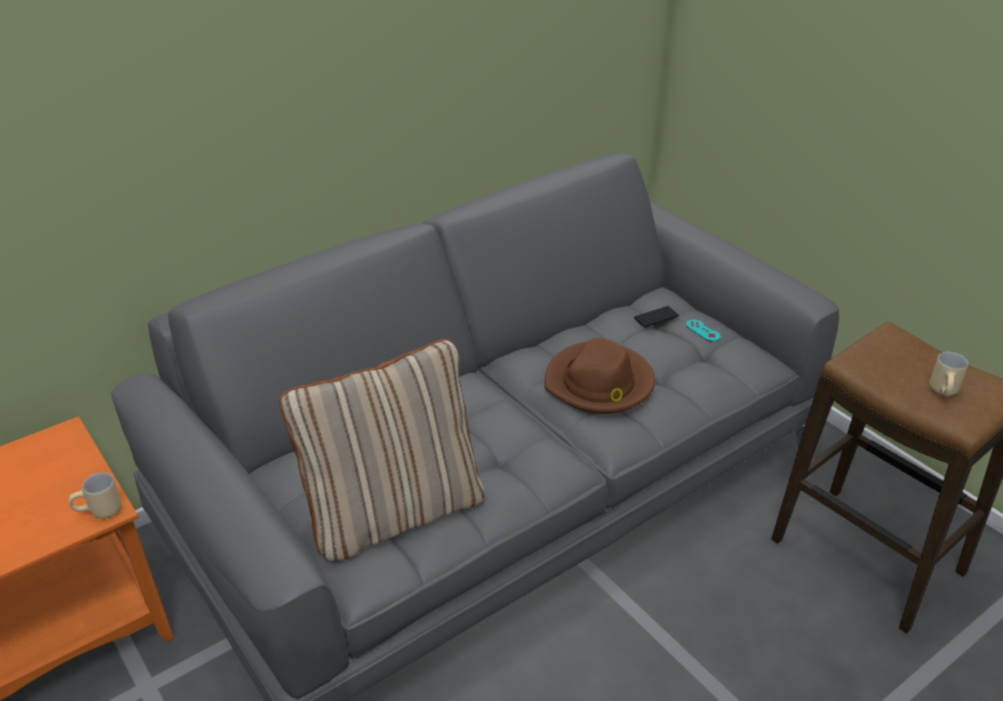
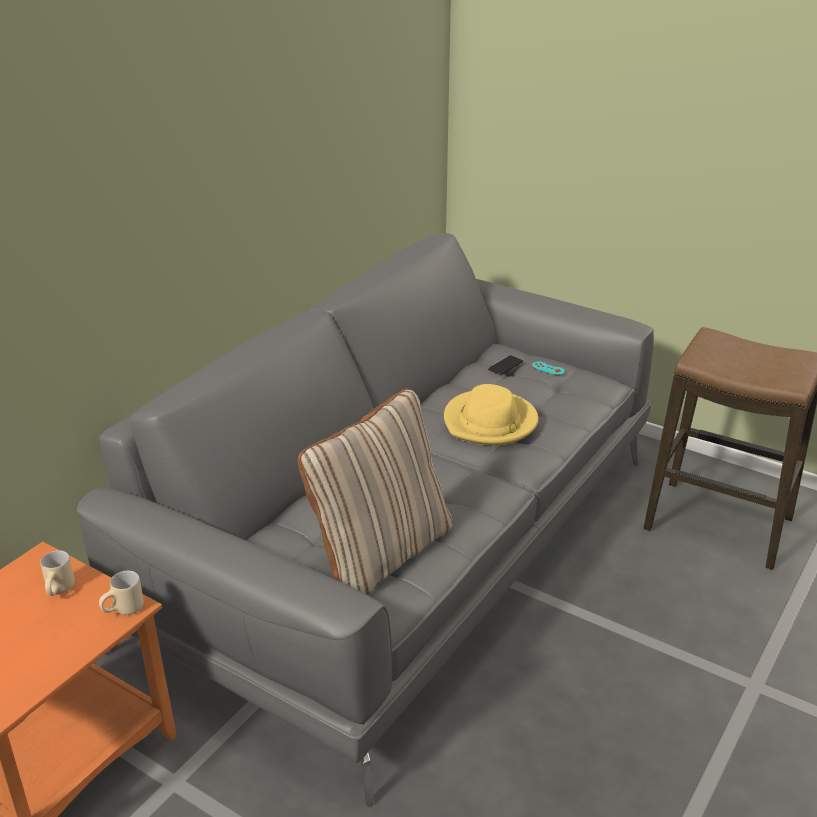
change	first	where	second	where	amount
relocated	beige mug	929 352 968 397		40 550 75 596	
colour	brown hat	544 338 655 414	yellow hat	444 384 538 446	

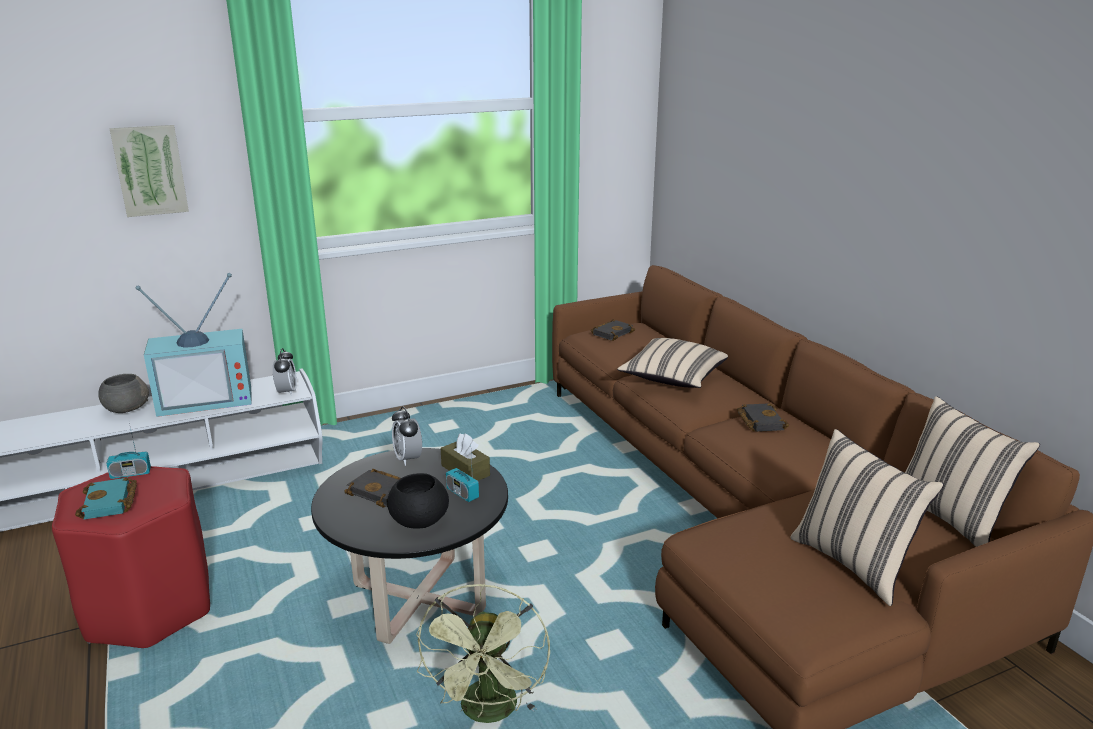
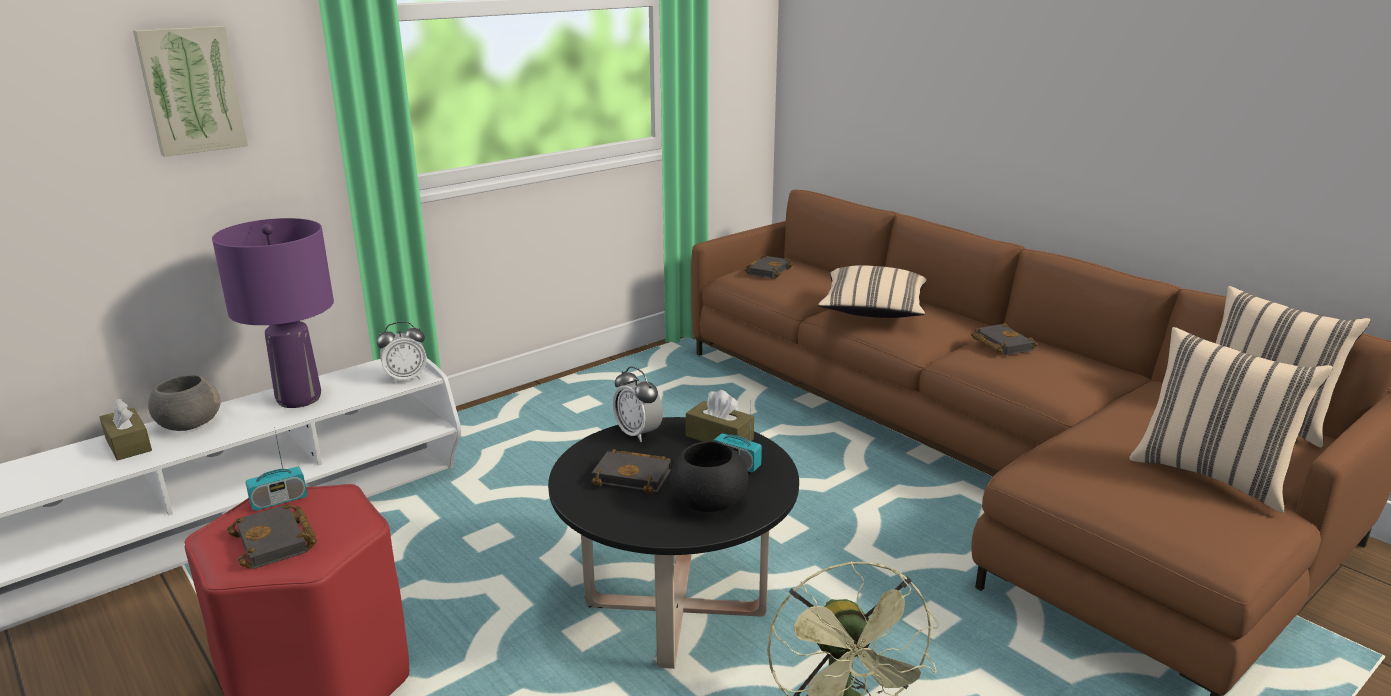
change	first	where	second	where	amount
appeared			brown tissue box	100 399 152 461	
exchanged	television	135 273 252 417	purple table lamp	212 218 334 408	
colour	turquoise book	75 478 137 520	black book	227 504 317 569	
spun	alarm clock	273 348 297 396		377 322 426 384	90 degrees clockwise

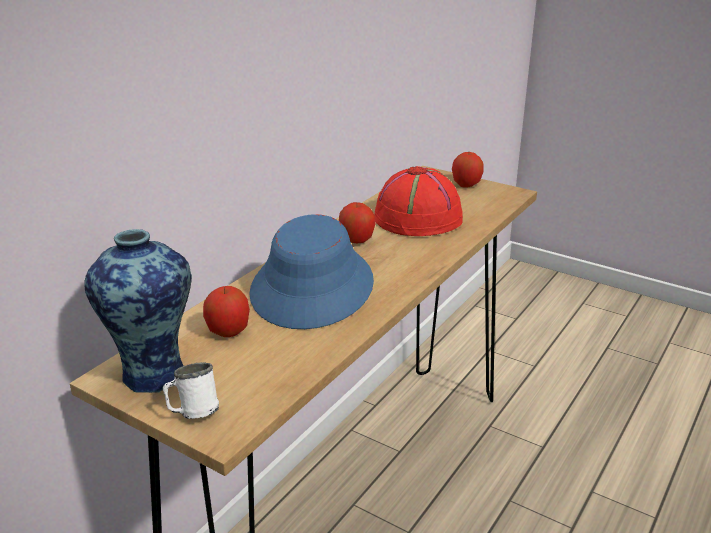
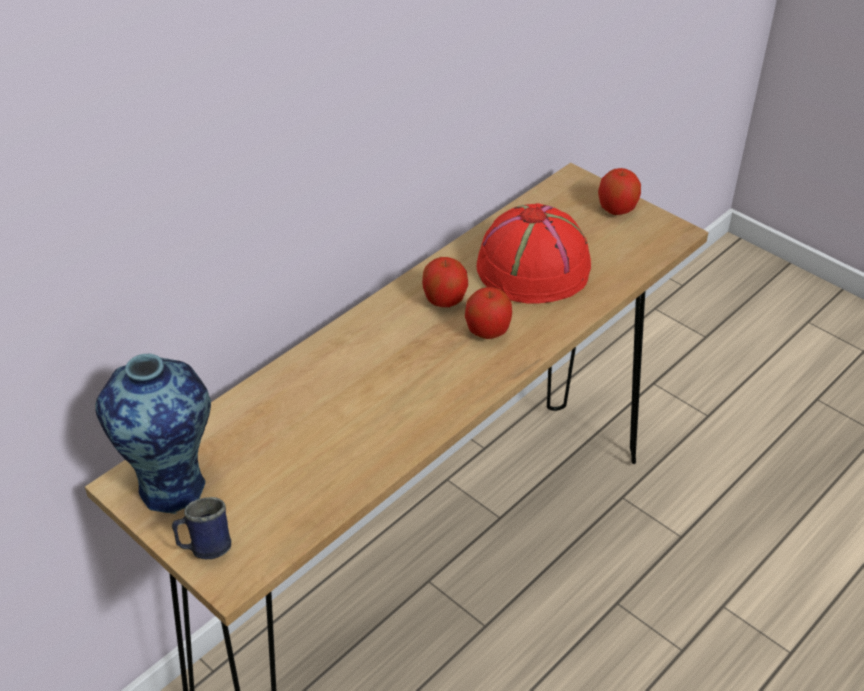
change	first	where	second	where	amount
missing	blue hat	249 214 374 329			
relocated	apple	203 286 250 337		465 287 512 339	
colour	white mug	163 362 219 419	blue mug	172 497 231 559	

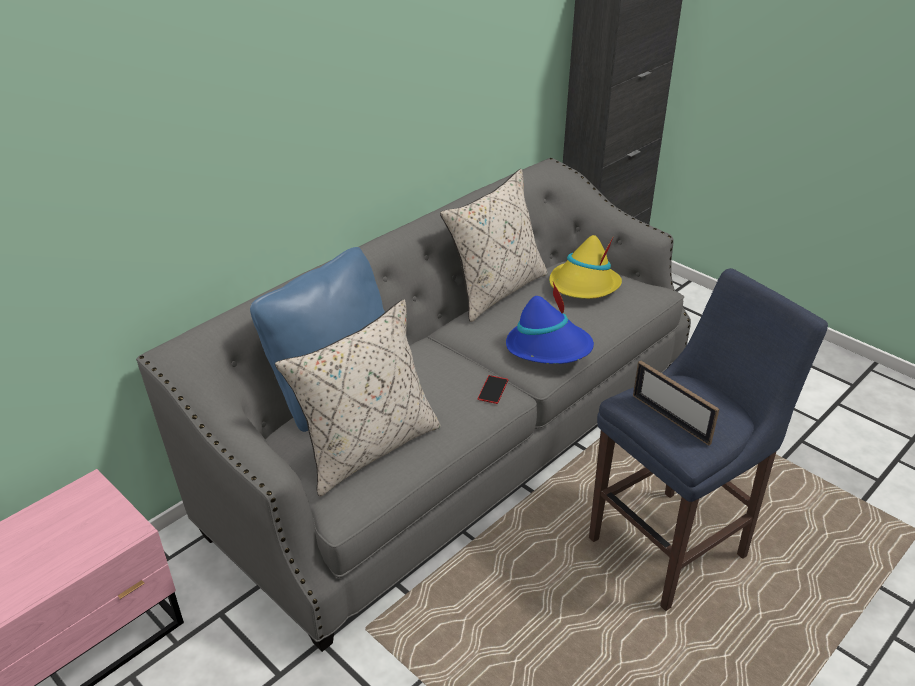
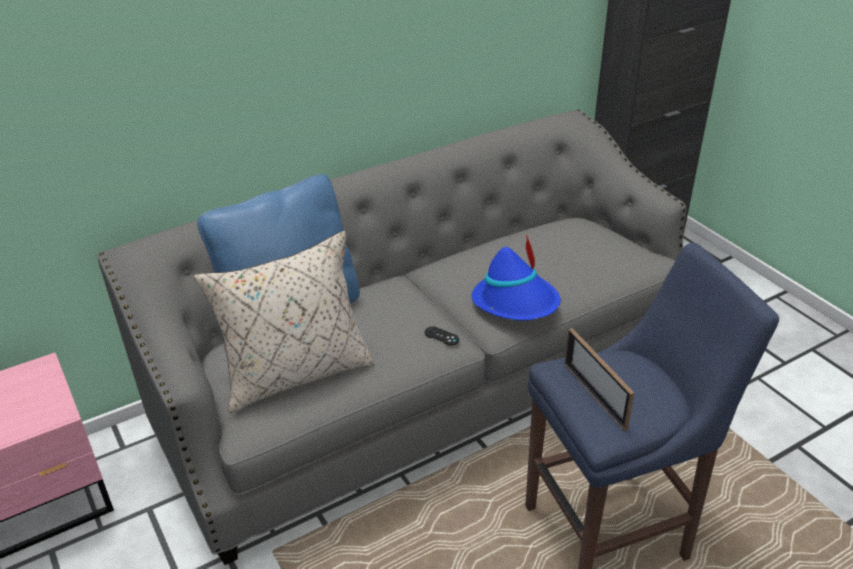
change	first	where	second	where	amount
missing	beige pillow	440 169 548 322			
missing	yellow hat	549 235 622 299			
exchanged	phone	478 375 508 404	black game controller	425 326 459 345	

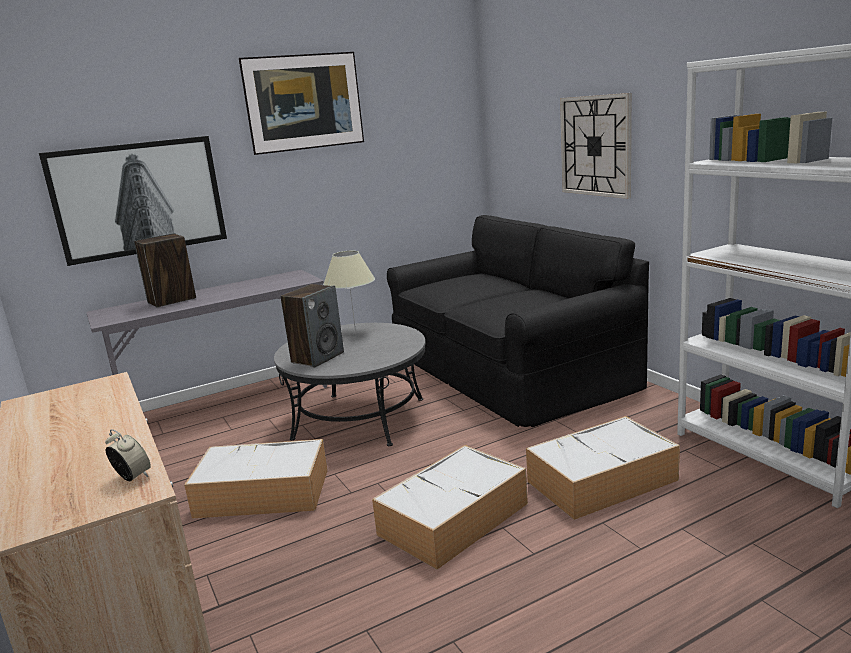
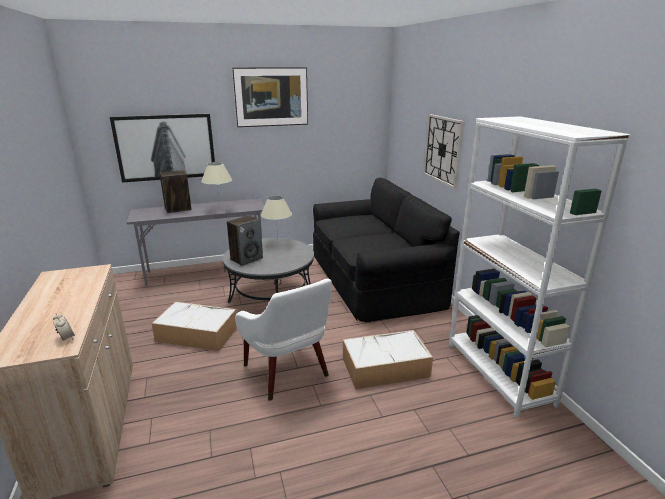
change	first	where	second	where	amount
appeared			beige table lamp	201 162 232 206	
exchanged	storage box	372 445 528 570	white armchair	235 279 332 401	

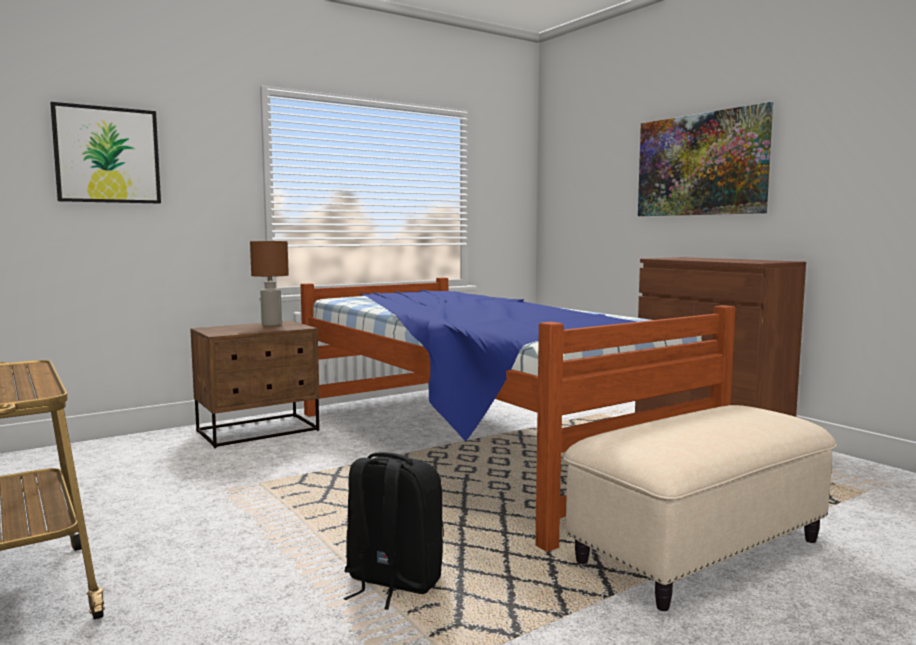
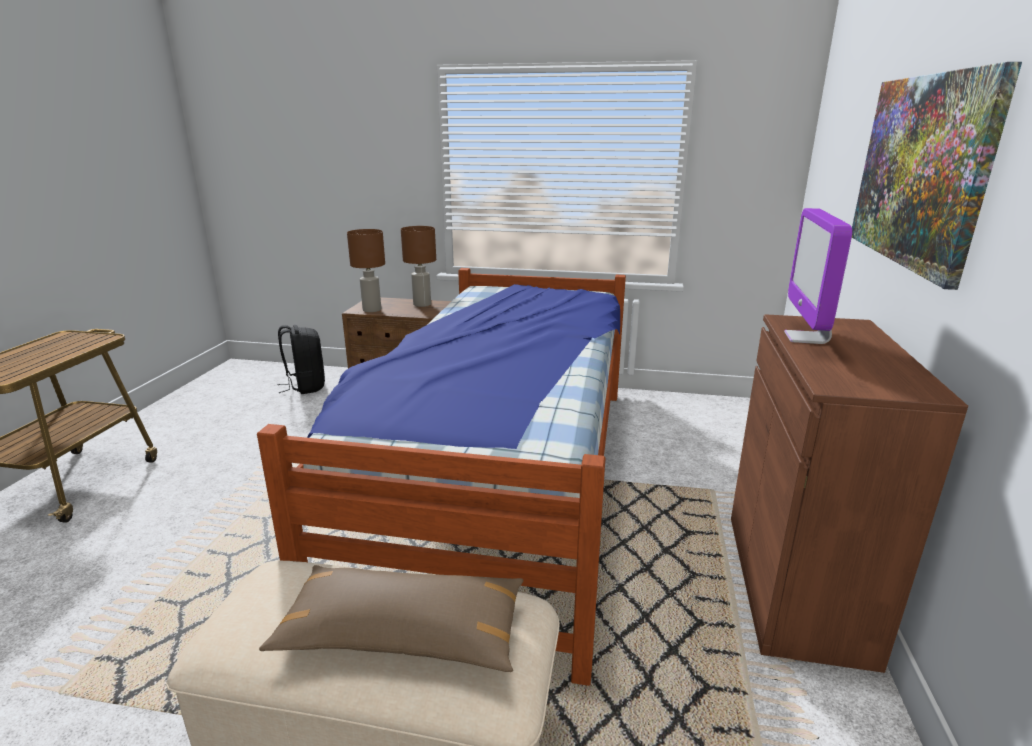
change	first	where	second	where	amount
missing	picture	50 102 161 204			
appeared			brown pillow	259 565 524 672	
appeared			brown table lamp	347 229 385 312	
appeared			monitor	784 208 852 344	
relocated	black backpack	343 452 444 610		278 325 325 394	

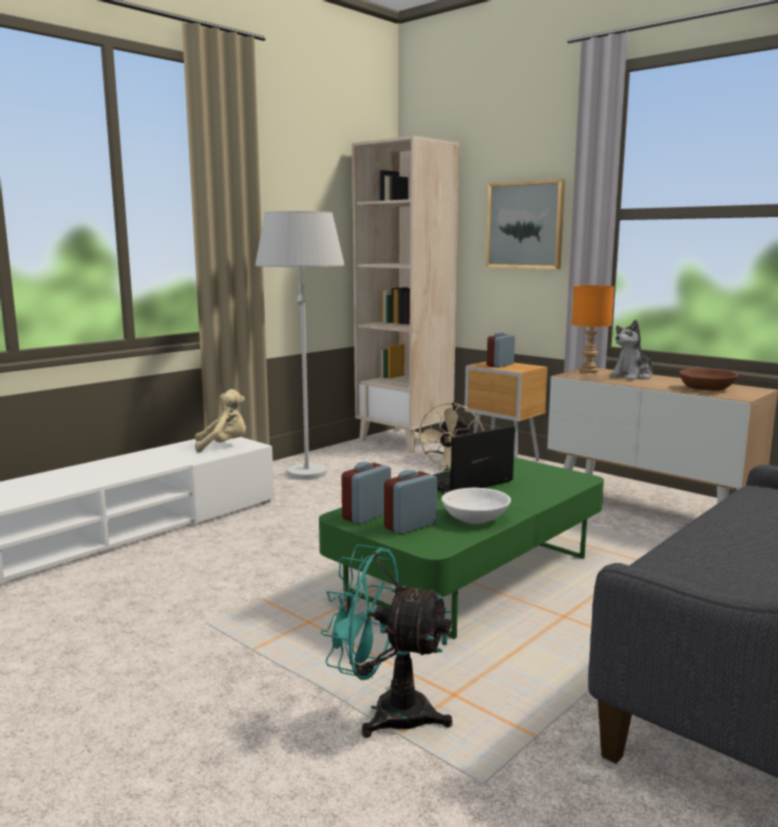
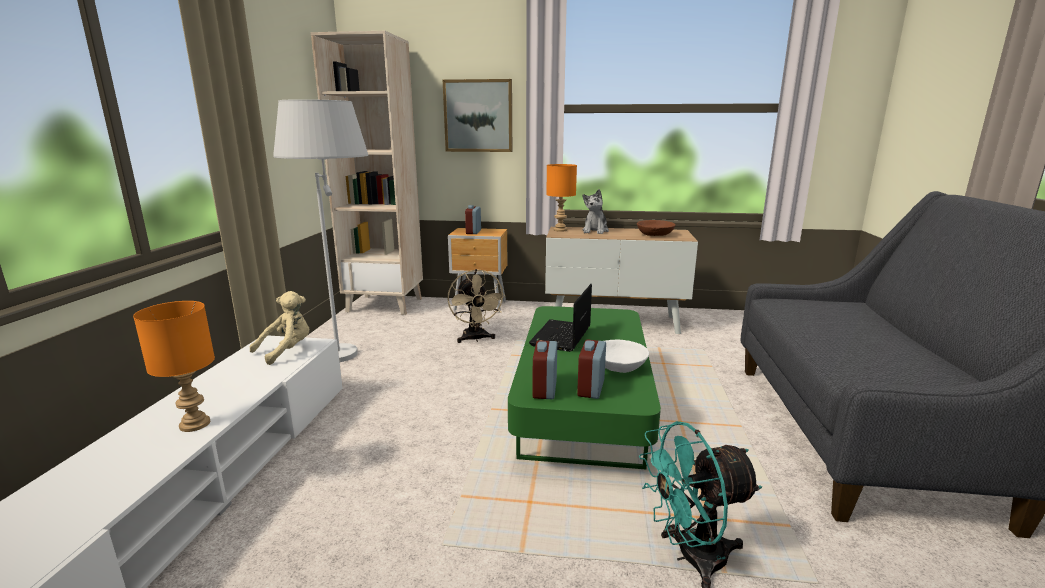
change	first	where	second	where	amount
appeared			orange table lamp	133 301 215 432	

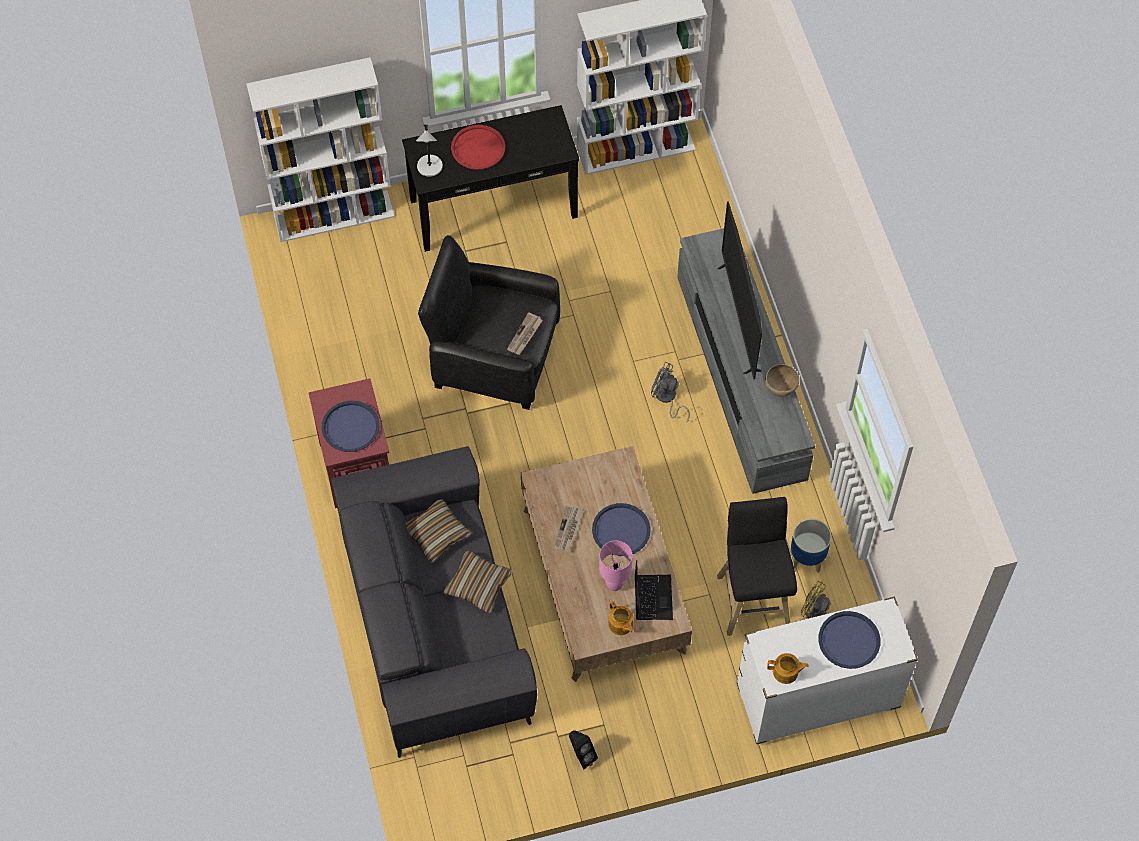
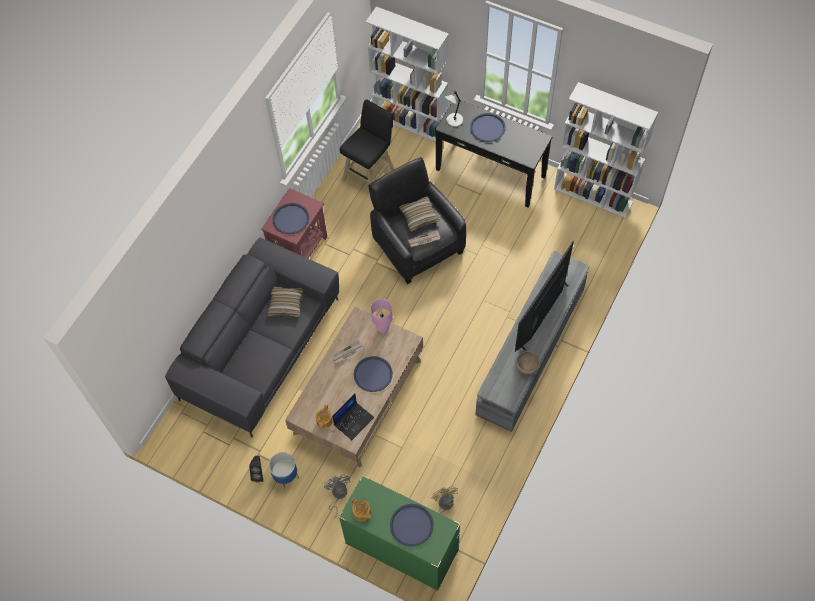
change	first	where	second	where	amount
relocated	pillow	443 551 512 613		399 196 440 231	
relocated	pink table lamp	599 541 633 591		371 299 393 333	
relocated	grey fan	651 362 690 423		324 474 350 518	
relocated	black stool	717 497 797 636		340 99 394 184	
relocated	planter	791 519 831 573		269 452 299 489	
colour	red tray	451 125 505 170	blue tray	470 113 506 142	
colour	white dresser	736 597 918 745	green dresser	338 475 461 591	

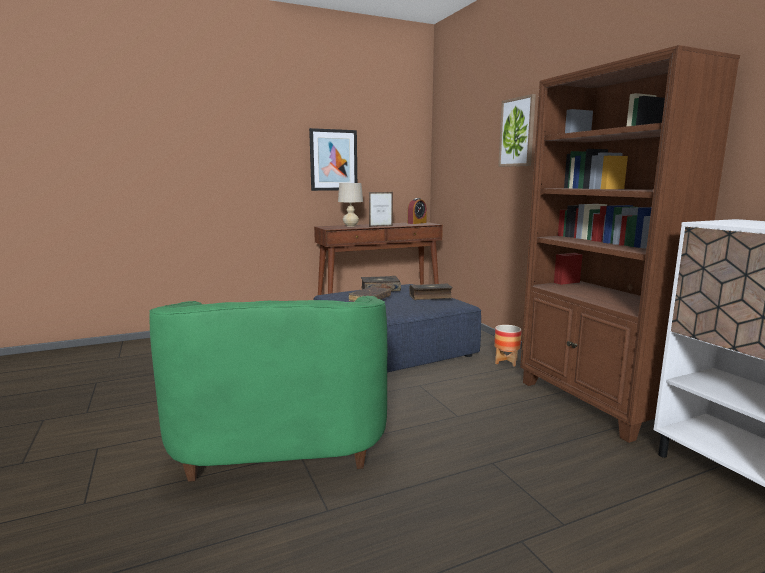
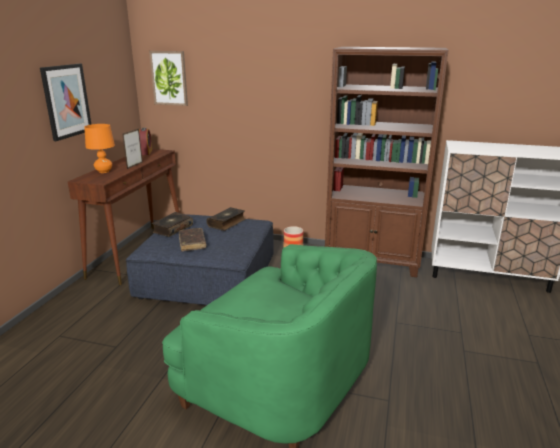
change	first	where	second	where	amount
relocated	picture	498 94 536 167		149 51 188 106	
colour	beige table lamp	338 183 363 227	orange table lamp	84 124 115 173	

